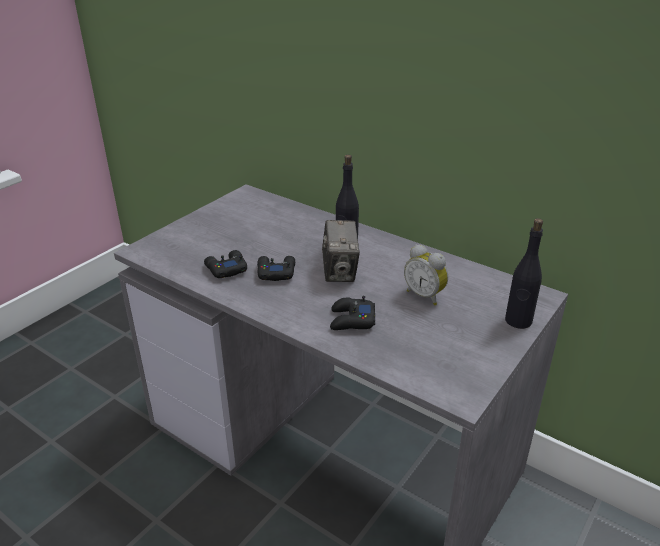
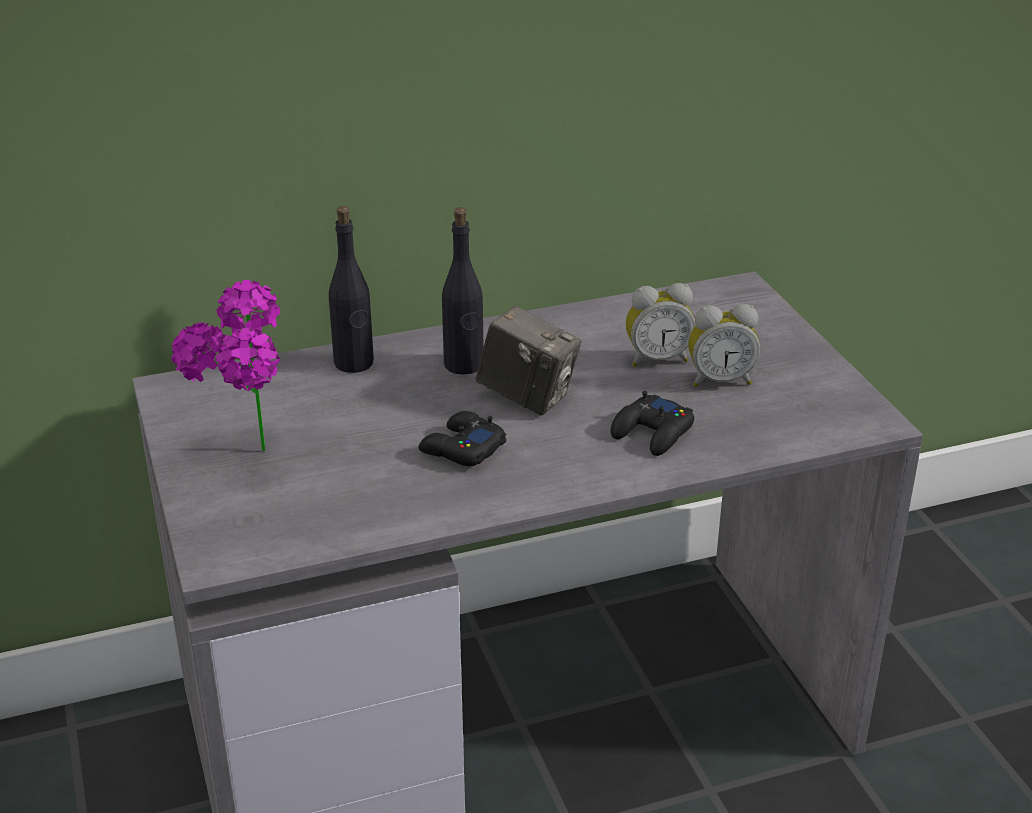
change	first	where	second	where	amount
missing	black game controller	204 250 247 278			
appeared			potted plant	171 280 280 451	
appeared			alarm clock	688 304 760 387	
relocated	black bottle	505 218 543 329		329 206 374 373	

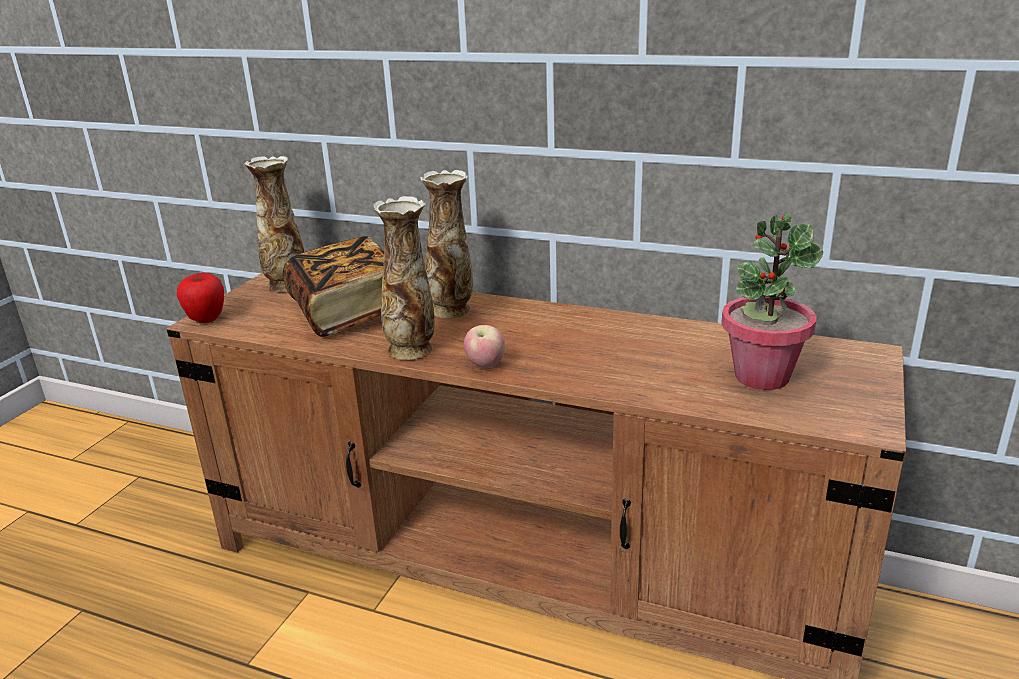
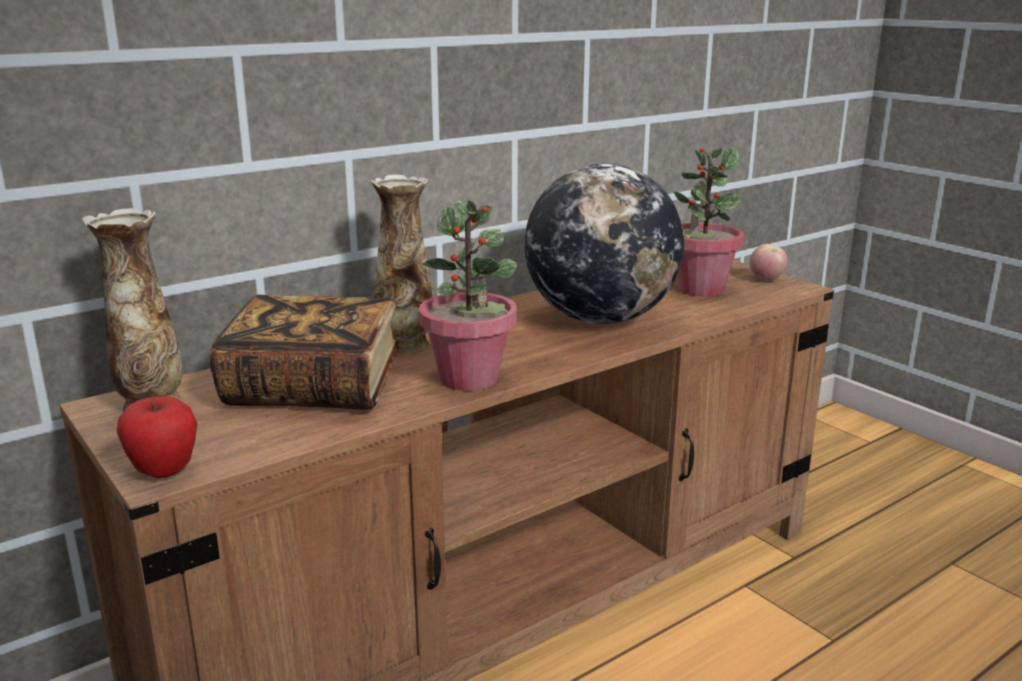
change	first	where	second	where	amount
appeared			globe	524 163 684 324	
relocated	apple	464 325 505 368		750 244 787 281	
exchanged	vase	373 196 435 360	potted plant	419 200 517 391	

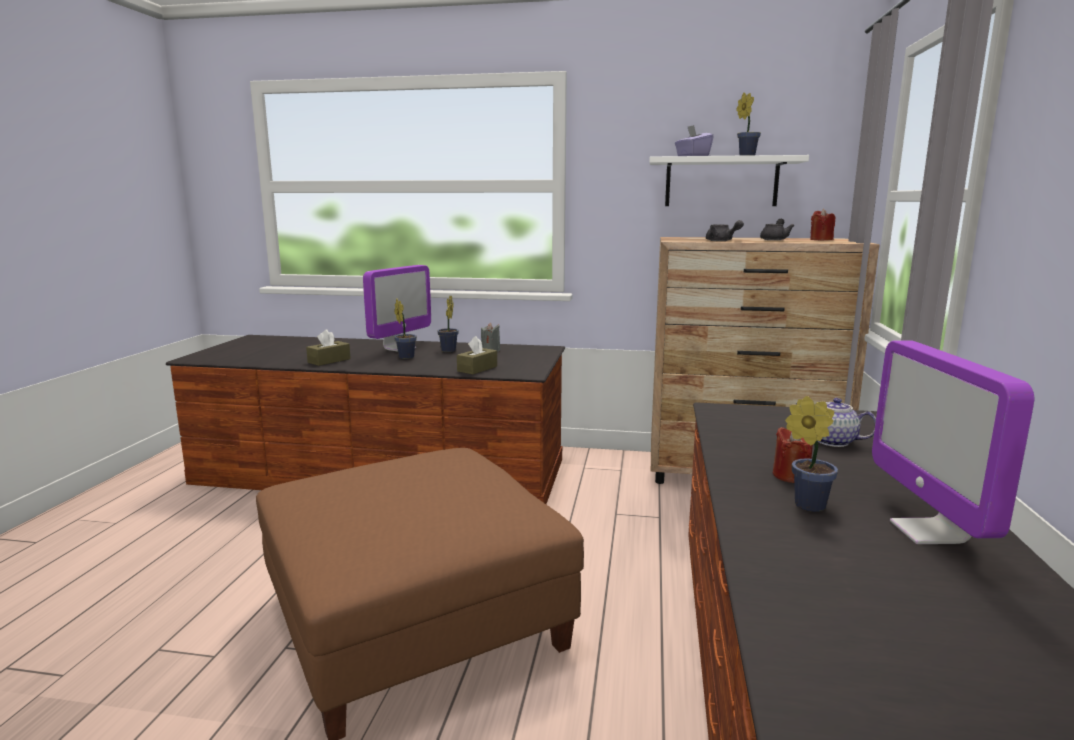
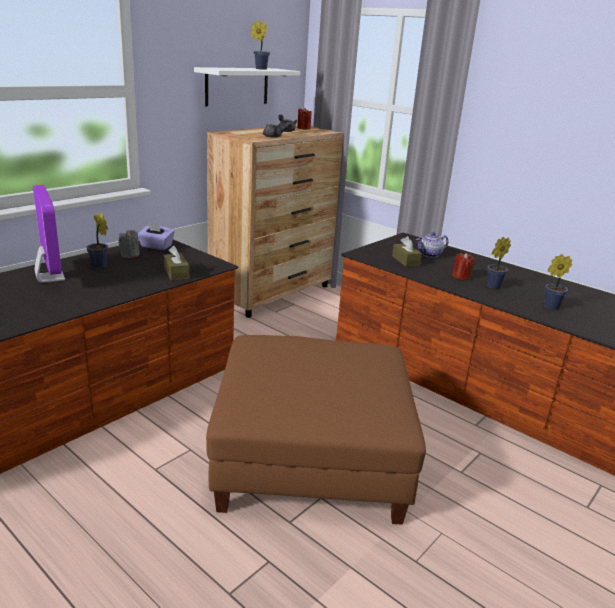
change	first	where	second	where	amount
missing	monitor	872 341 1035 544			
relocated	brown tissue box	306 329 351 366		392 236 422 267	
relocated	potted plant	394 299 417 359		544 254 572 310	
relocated	purple tissue box	675 125 714 156		138 222 174 250	

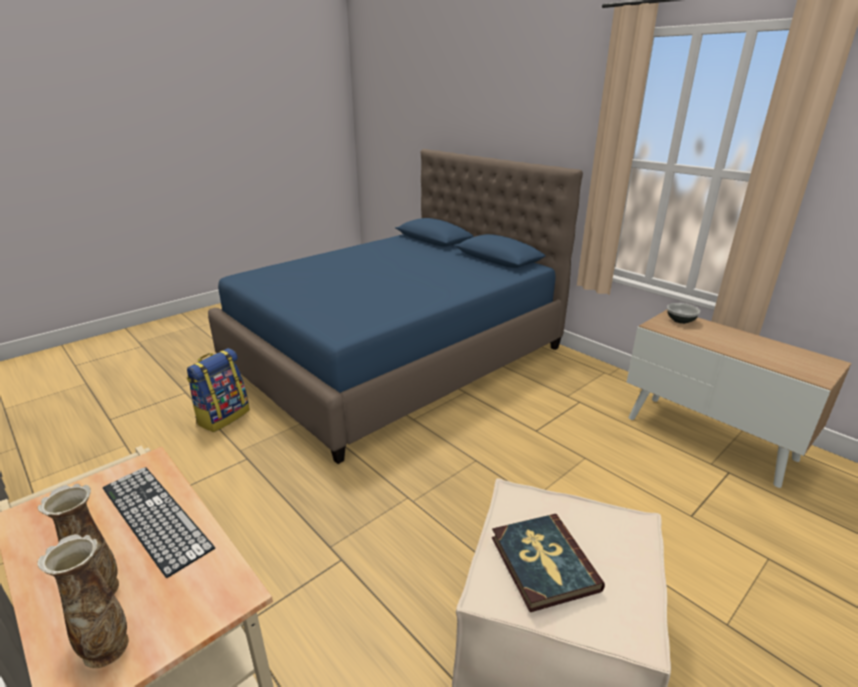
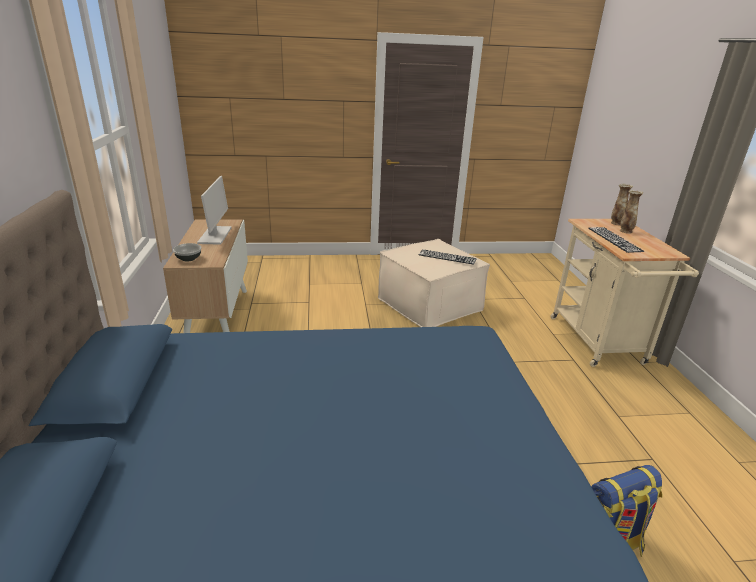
change	first	where	second	where	amount
appeared			monitor	197 176 232 245	
exchanged	book	492 514 605 612	keyboard	419 249 477 265	

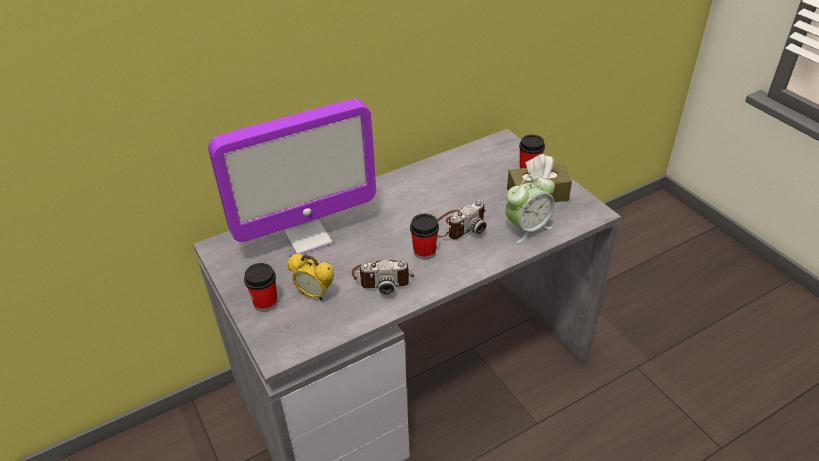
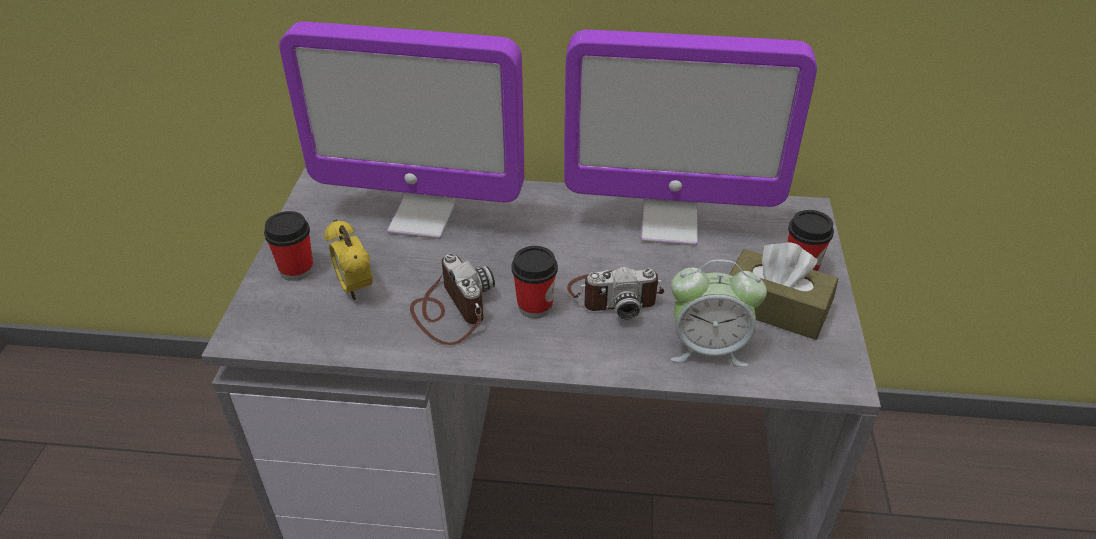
change	first	where	second	where	amount
appeared			monitor	564 30 817 245	
spun	photo camera	352 259 414 295		410 253 495 345	150 degrees counterclockwise

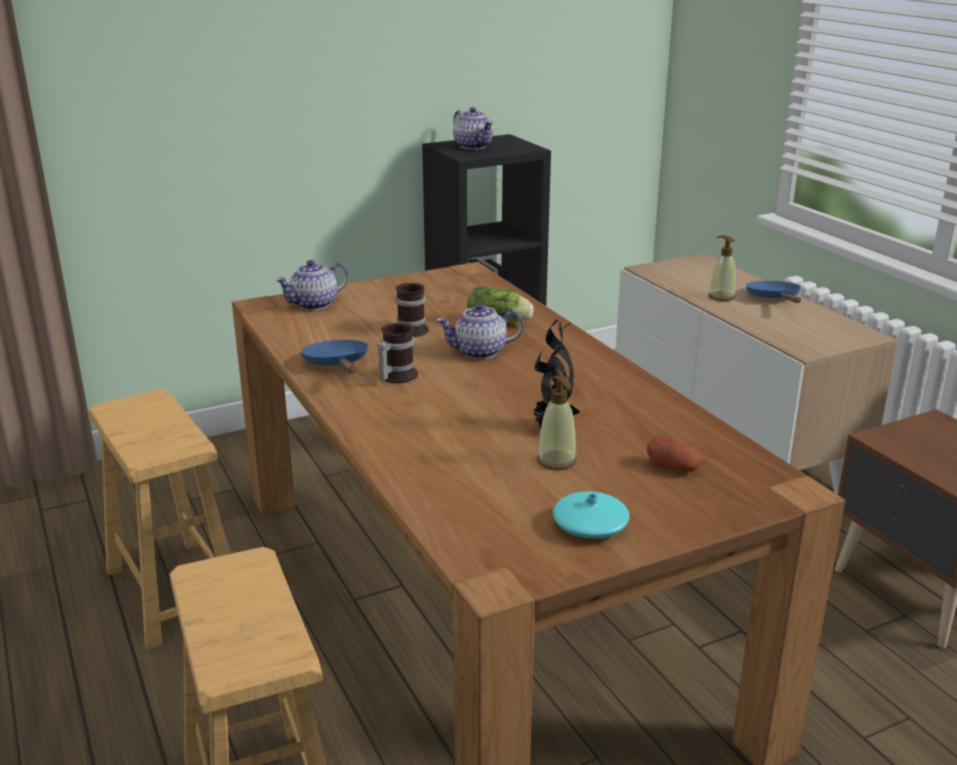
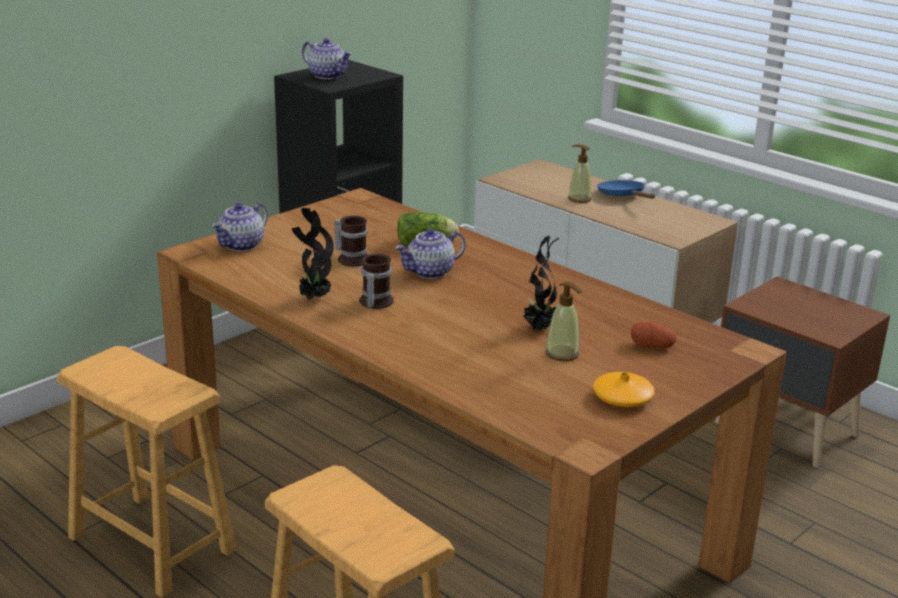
change	first	where	second	where	amount
exchanged	blue frying pan	301 340 369 373	potted plant	292 208 334 300	
colour	turquoise vase	553 491 630 538	orange vase	593 372 655 407	

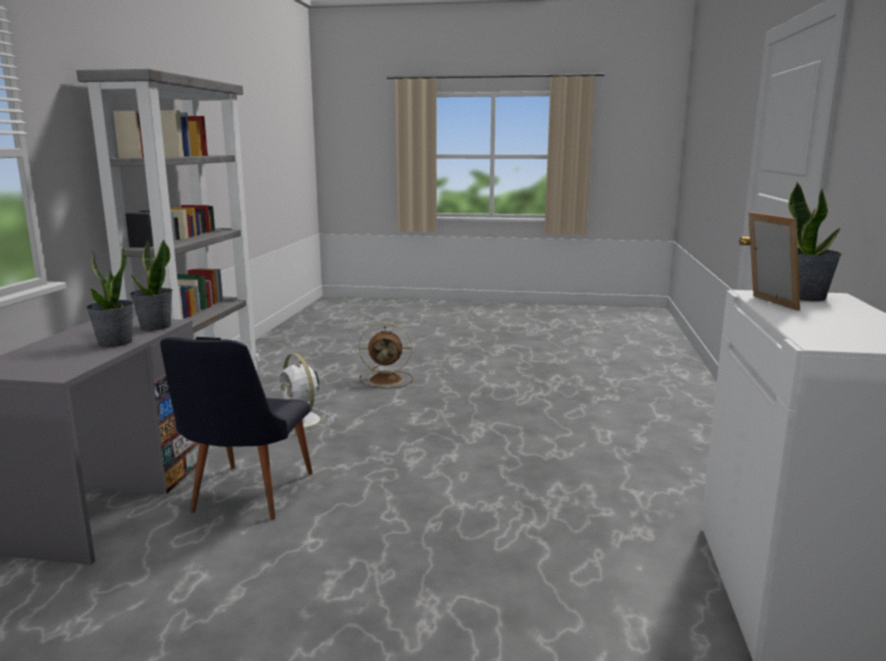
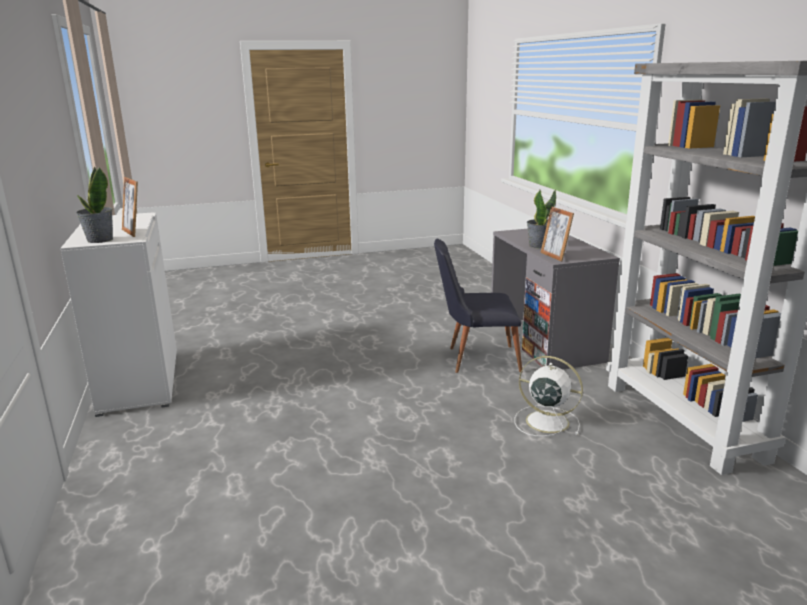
change	first	where	second	where	amount
missing	brown fan	359 322 413 388			
exchanged	potted plant	130 239 173 331	picture frame	540 207 574 262	
spun	black chair	160 337 313 520		434 239 523 373	75 degrees counterclockwise

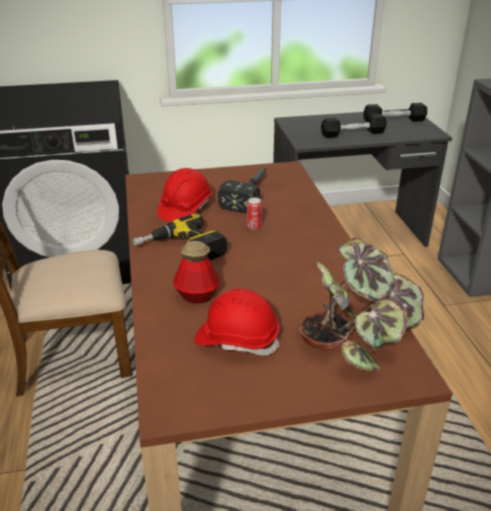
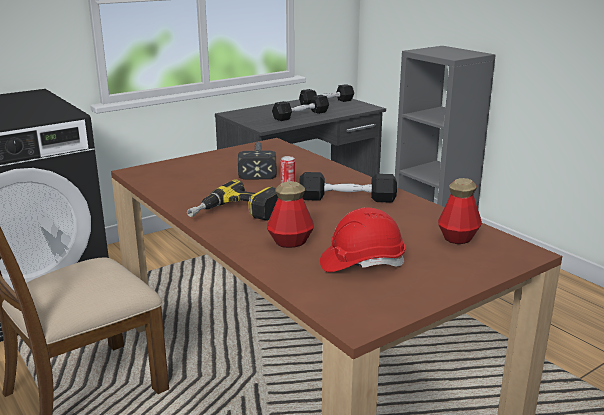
change	first	where	second	where	amount
missing	red hard hat	158 168 212 222			
appeared			black dumbbell	299 172 397 203	
exchanged	potted plant	299 238 424 371	bottle	438 178 482 244	

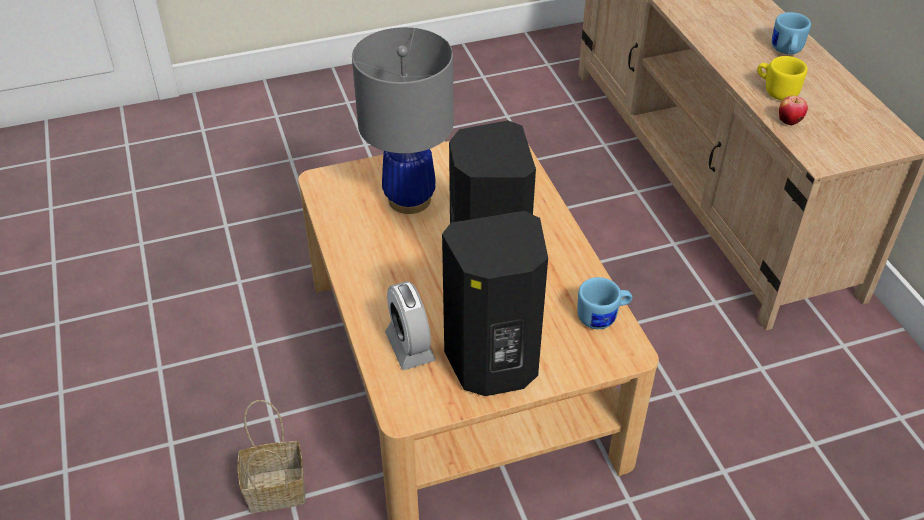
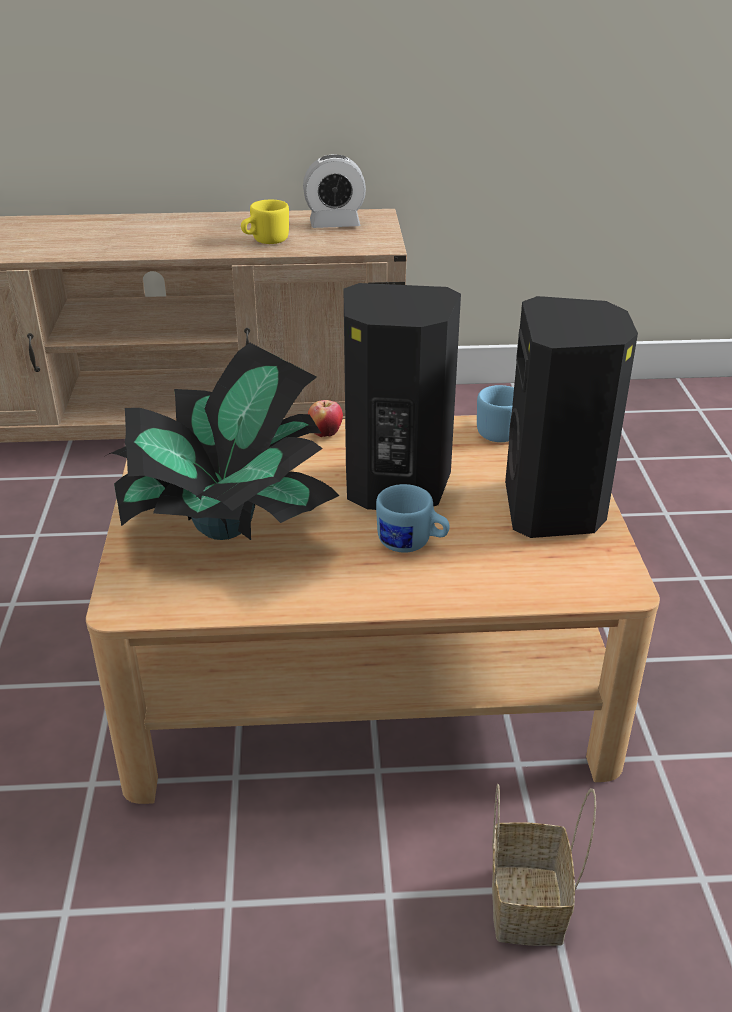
change	first	where	second	where	amount
relocated	alarm clock	385 281 435 370		303 154 366 228	
relocated	blue mug	772 12 811 54		376 484 450 553	
relocated	apple	779 95 808 126		308 400 343 437	
exchanged	grey table lamp	352 27 454 214	potted plant	107 343 340 540	

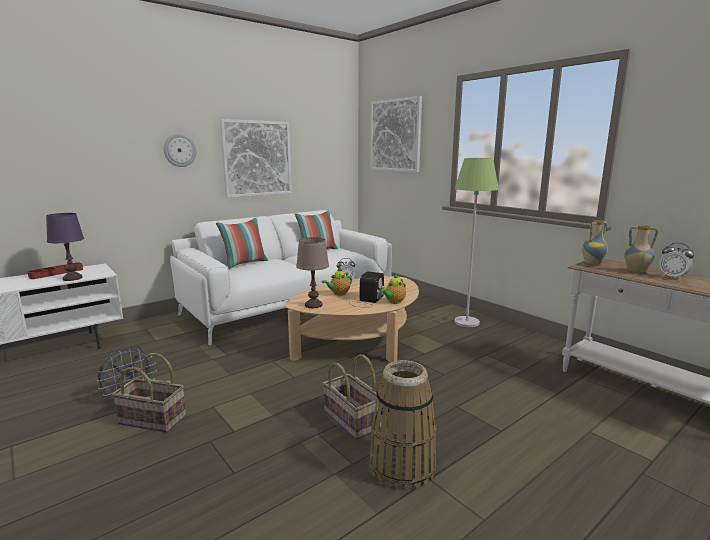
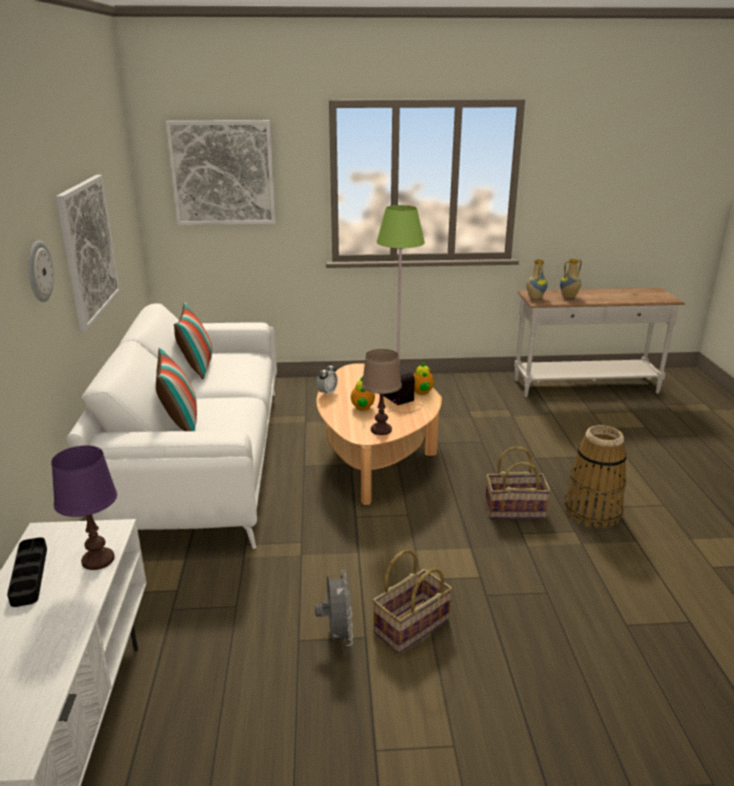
change	first	where	second	where	amount
missing	alarm clock	659 243 694 280			
colour	red tray	27 262 83 279	black tray	7 537 47 607	

